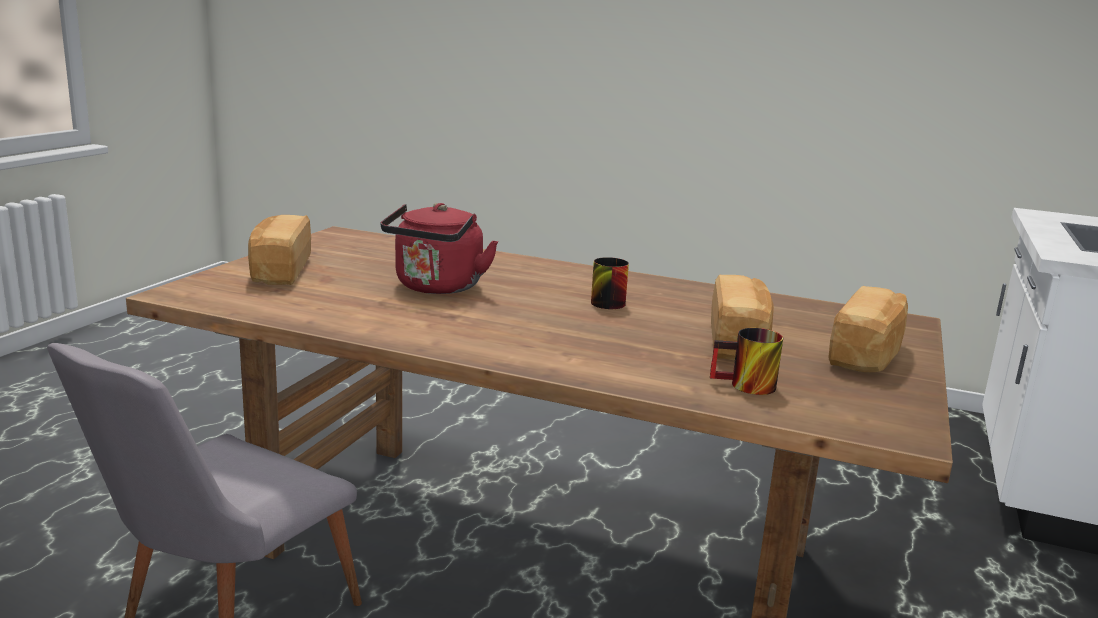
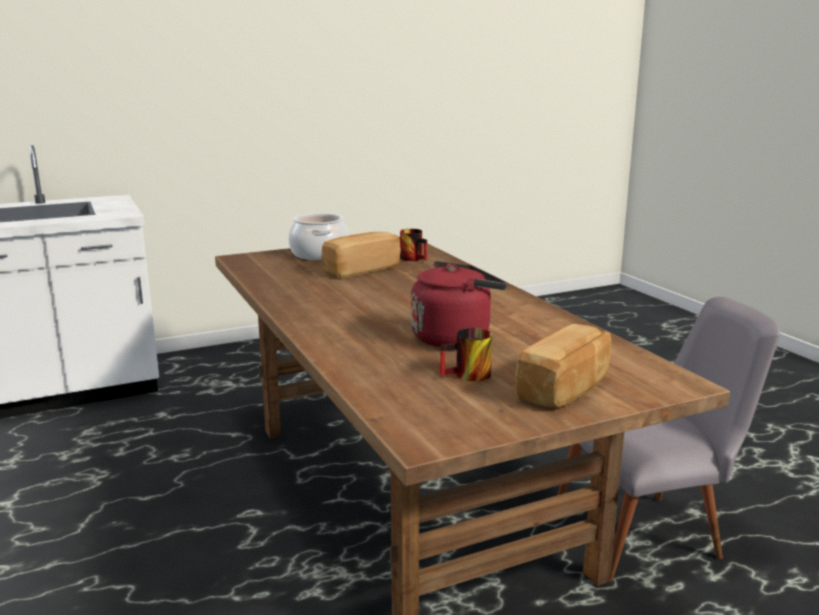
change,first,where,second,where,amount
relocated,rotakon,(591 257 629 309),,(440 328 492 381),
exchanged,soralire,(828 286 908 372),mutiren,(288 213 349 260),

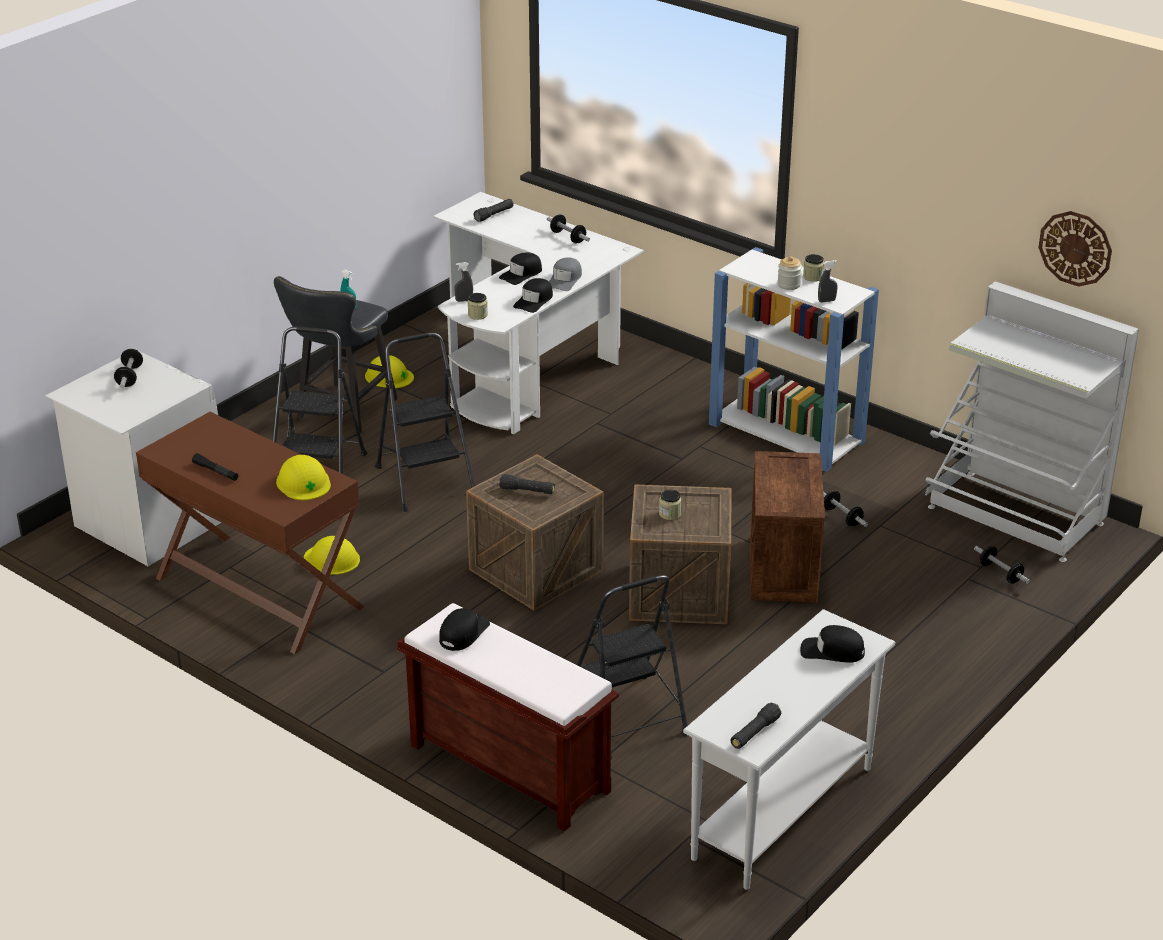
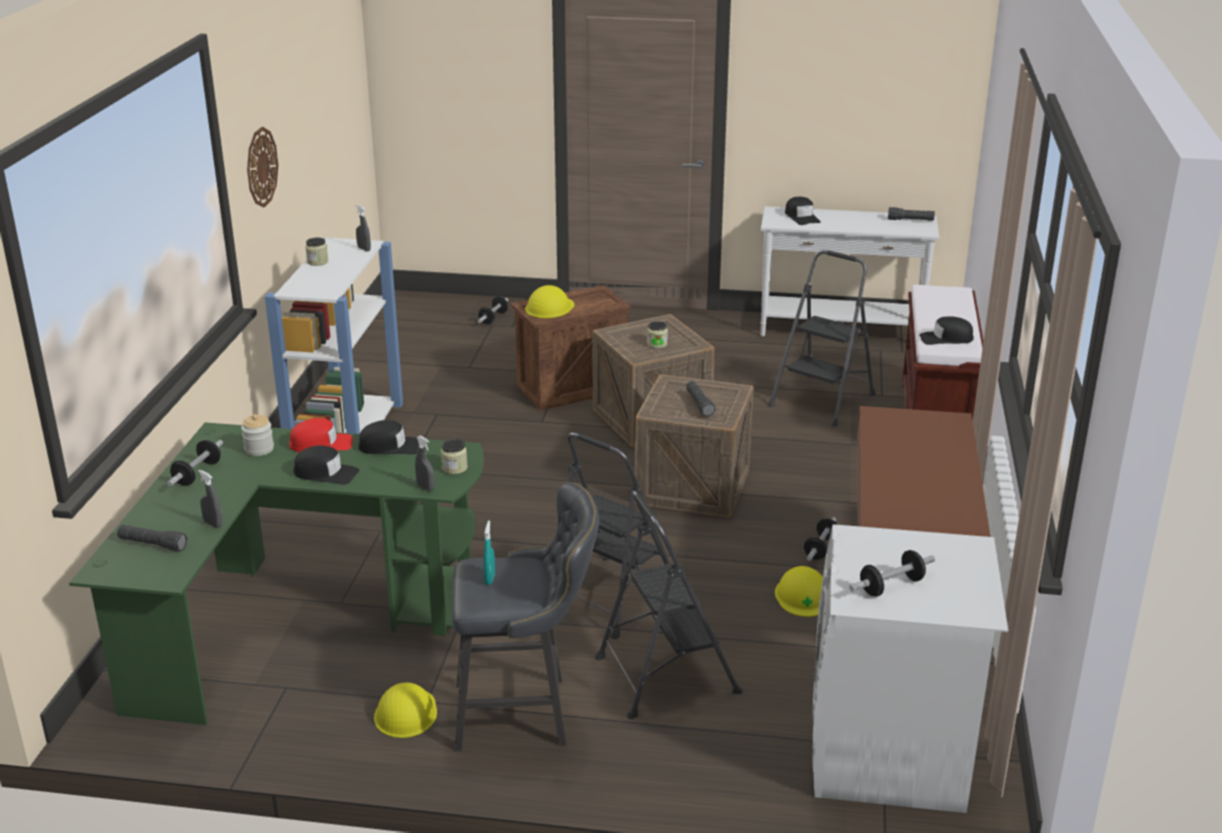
change,first,where,second,where,amount
colour,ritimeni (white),(433 192 644 434),ritimeni (green),(69 422 484 725),
relocated,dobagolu,(1038 211 1112 287),,(247 127 278 207),
relocated,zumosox,(777 256 802 290),,(241 414 274 456),
colour,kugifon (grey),(549 257 582 291),kugifon (red),(289 418 353 452),
missing,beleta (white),(925 282 1139 562),,,
missing,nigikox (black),(192 453 238 481),,,
relocated,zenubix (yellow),(276 455 331 500),,(525 285 574 318),
relocated,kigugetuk,(823 491 868 527),,(804 518 838 561),
appeared,,,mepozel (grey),(198 470 223 528),

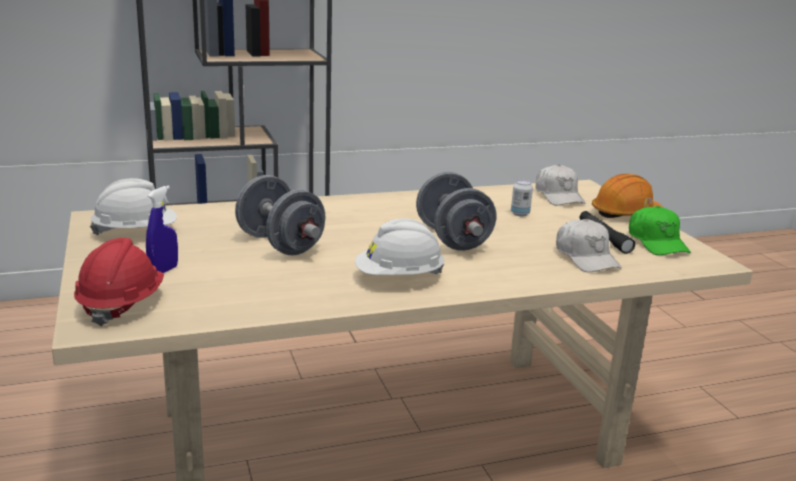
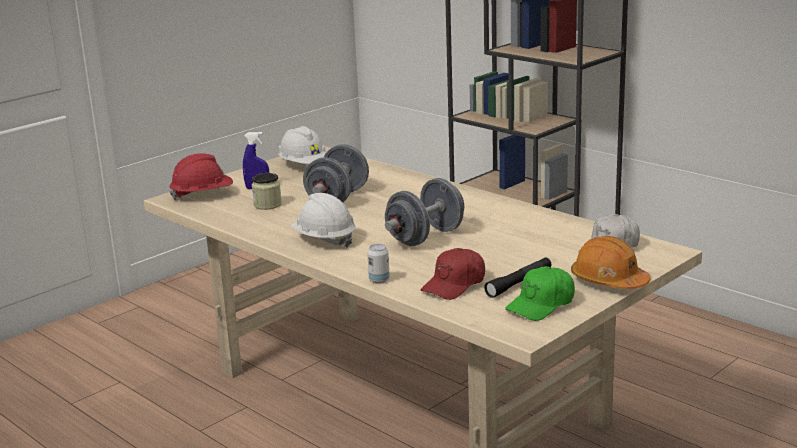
change,first,where,second,where,amount
relocated,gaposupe,(511 180 533 216),,(367 244 390 283),
colour,kugifon (white),(556 219 622 272),kugifon (red),(421 248 485 300),
appeared,,,zumosox,(252 173 282 210),

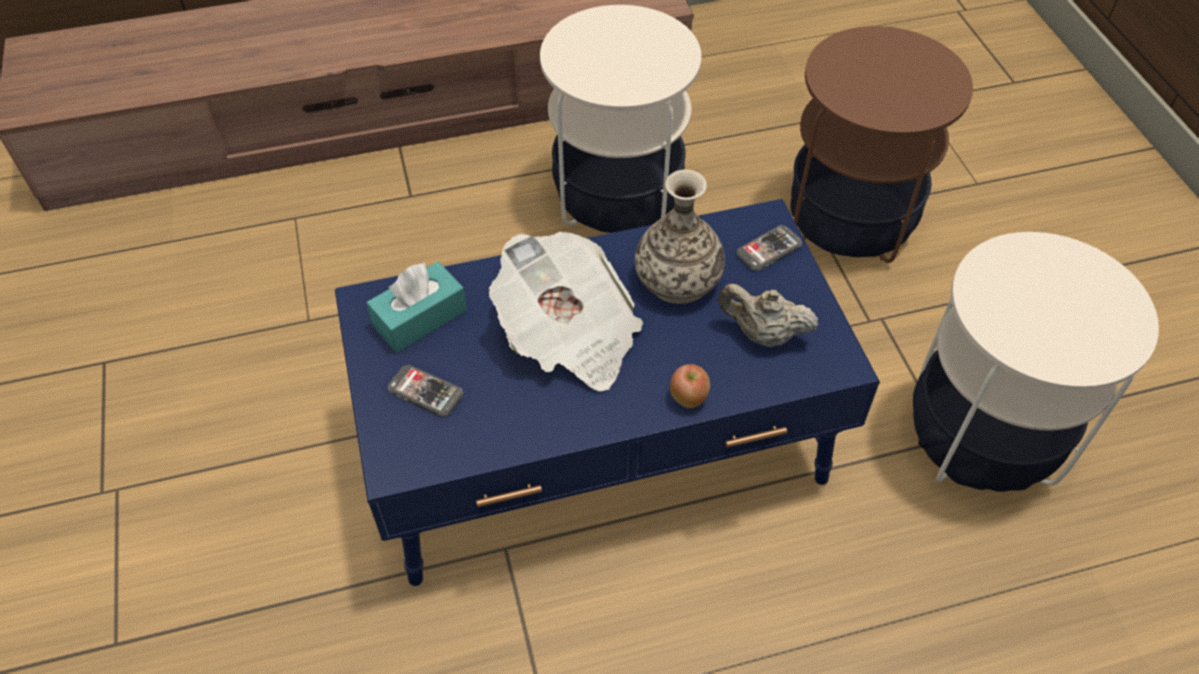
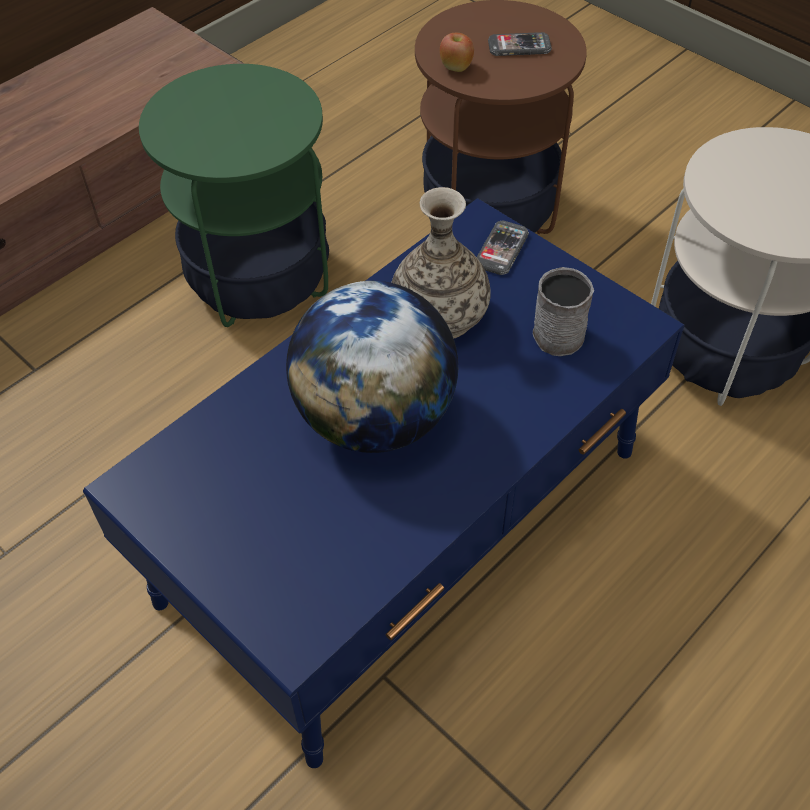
change,first,where,second,where,amount
colour,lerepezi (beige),(540 5 702 233),lerepezi (green),(139 64 329 327),
exchanged,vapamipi,(489 232 643 391),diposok,(286 281 458 453),
missing,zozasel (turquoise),(366 262 467 352),,,
exchanged,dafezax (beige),(718 284 818 347),rotakon (grey),(533 267 594 356),
relocated,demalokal,(670 364 710 408),,(440 33 474 72),
relocated,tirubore,(388 365 463 417),,(488 32 552 56),

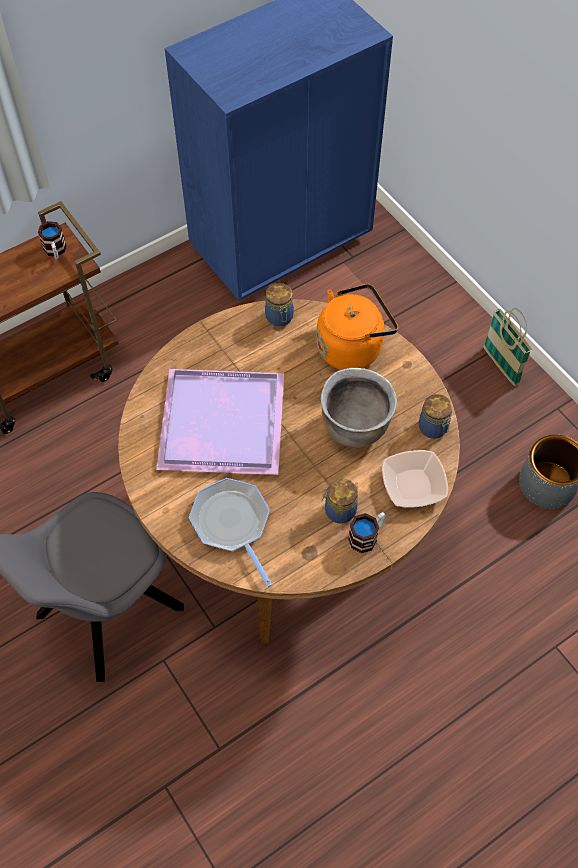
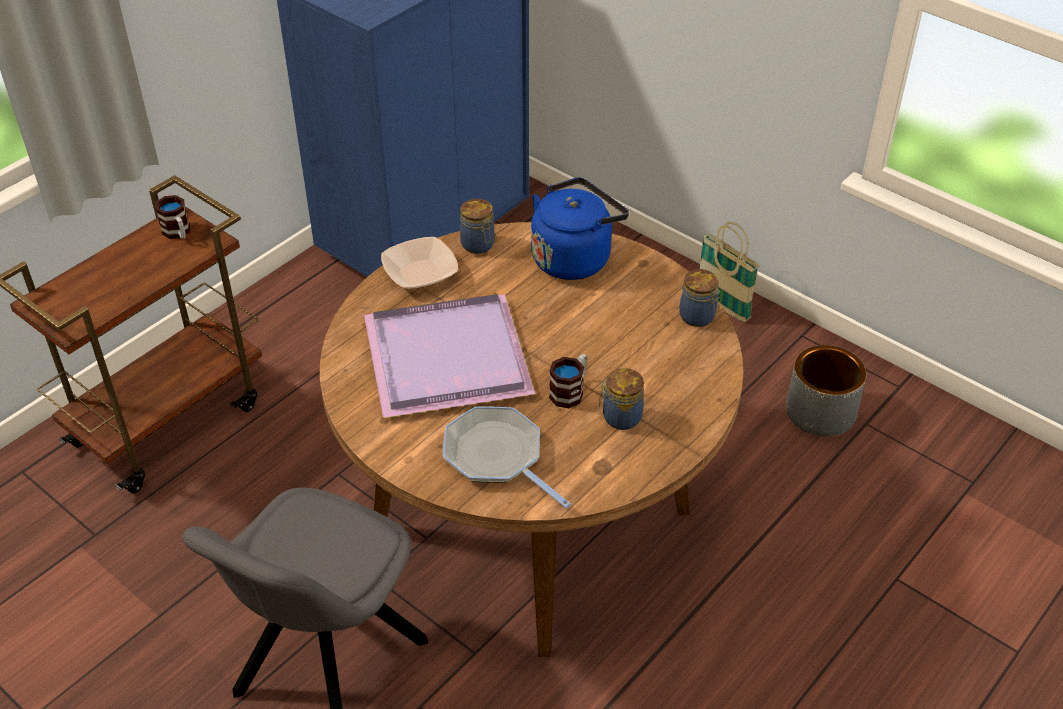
change,first,where,second,where,amount
colour,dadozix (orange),(316 284 398 370),dadozix (blue),(531 177 629 280),
missing,mutiren (brown),(320 368 397 448),,,
relocated,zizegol,(382 450 448 508),,(381 237 458 289),
relocated,rotakon,(348 512 386 553),,(549 354 587 408),

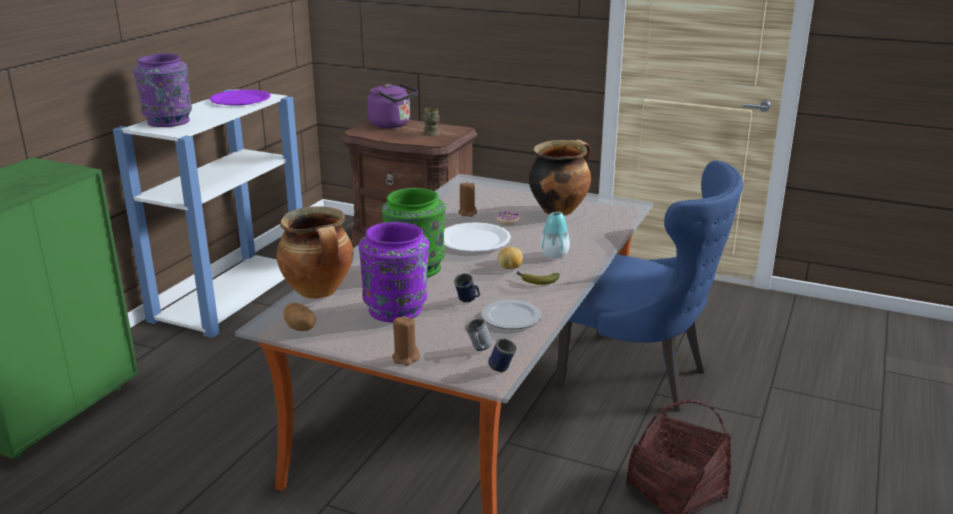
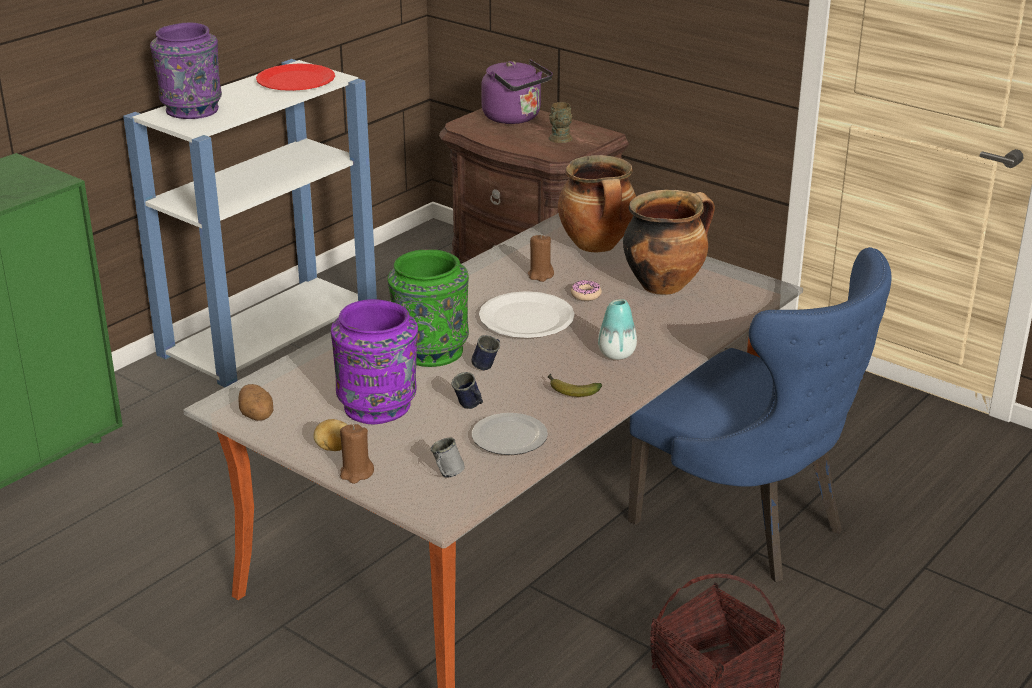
change,first,where,second,where,amount
colour,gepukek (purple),(209 90 270 106),gepukek (red),(256 63 335 91),
relocated,mutiren,(276 206 353 299),,(558 155 636 252),
relocated,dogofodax,(498 247 523 269),,(314 419 347 451),
relocated,rotakon (blue),(488 338 517 372),,(471 335 500 370),

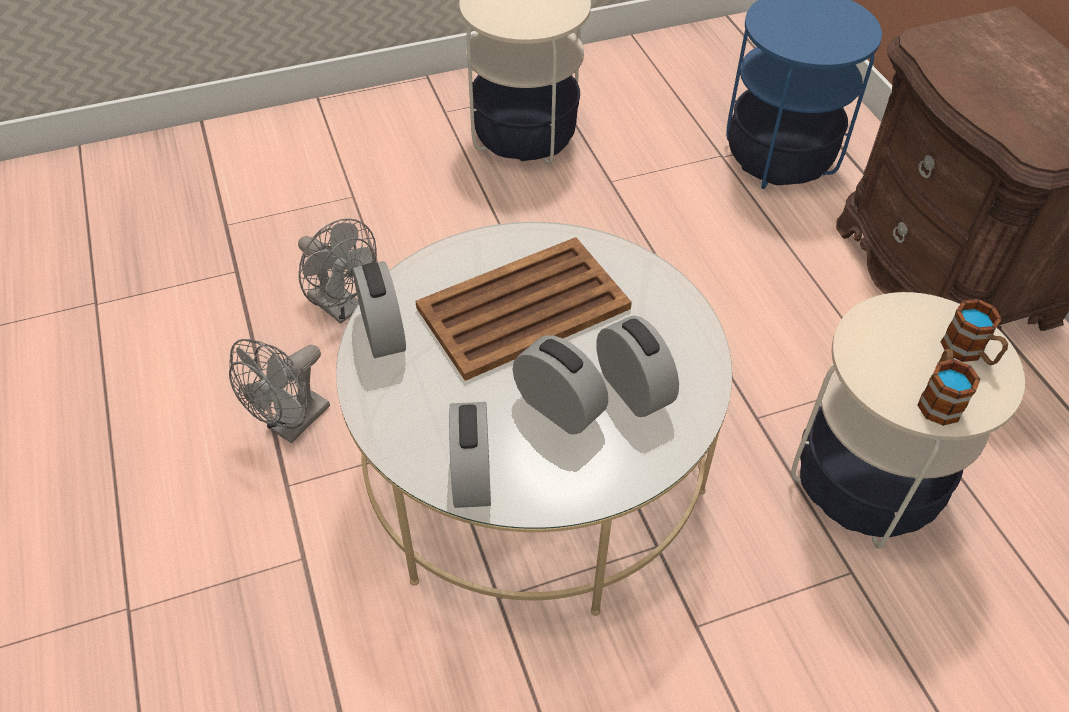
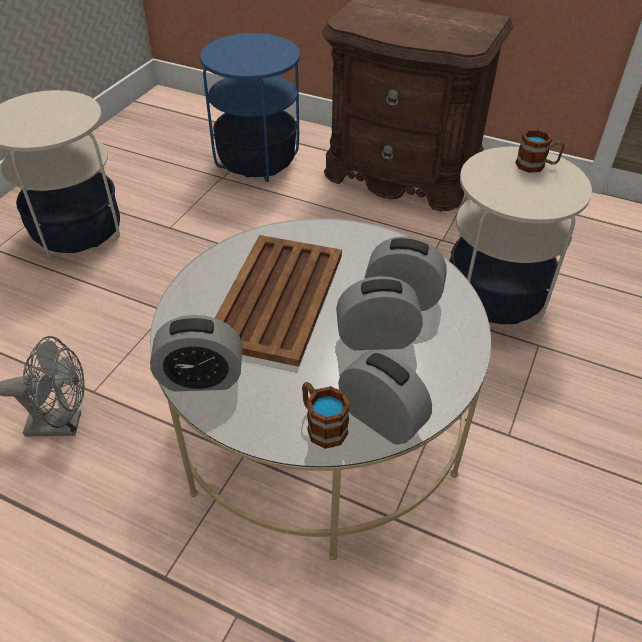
change,first,where,second,where,amount
spun,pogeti,(353 261 406 358),,(150 315 242 392),150 degrees clockwise
missing,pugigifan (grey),(229 339 330 443),,,
relocated,rotakon,(917 349 980 426),,(302 382 350 449),

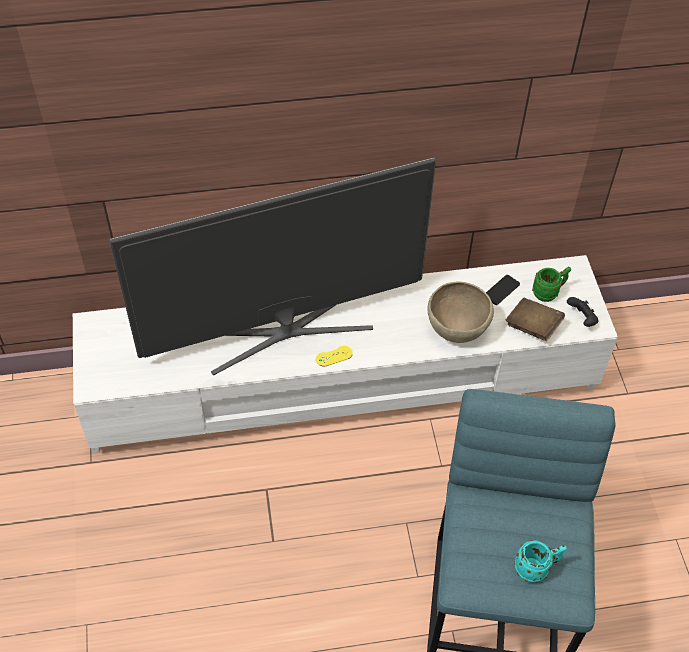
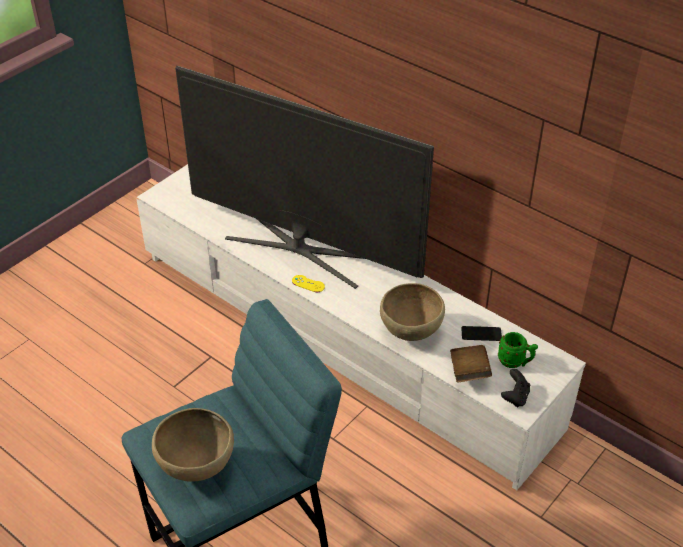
change,first,where,second,where,amount
exchanged,rotakon (turquoise),(514 540 567 583),zizegol (brown),(152 408 234 482),

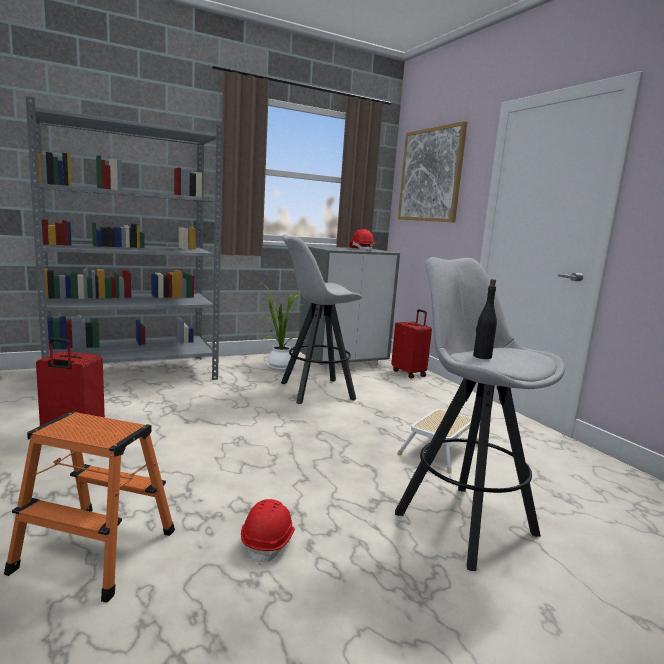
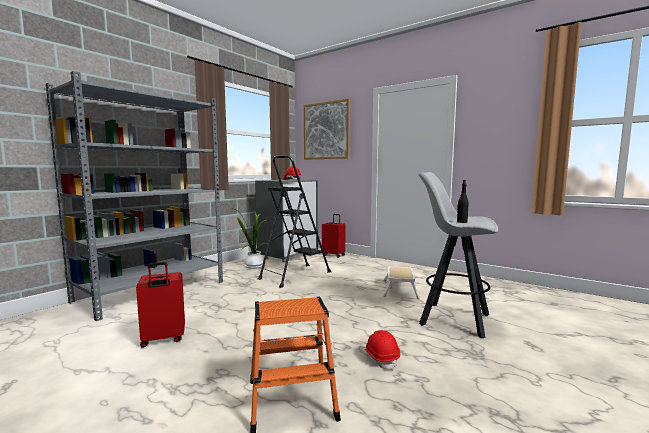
change,first,where,second,where,amount
exchanged,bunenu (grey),(281 234 362 404),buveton,(258 155 331 288),

